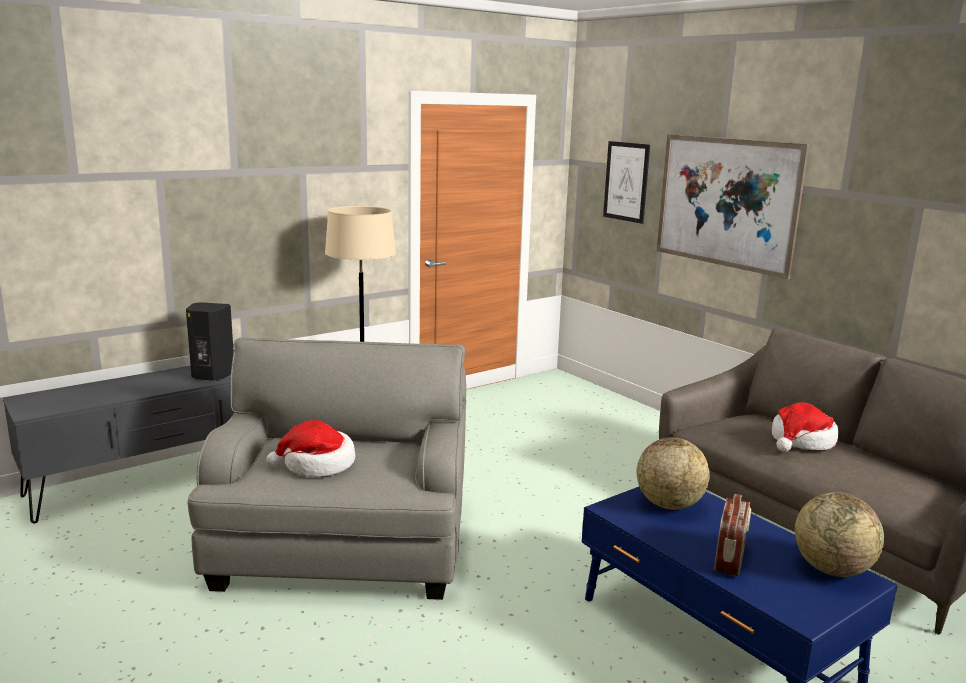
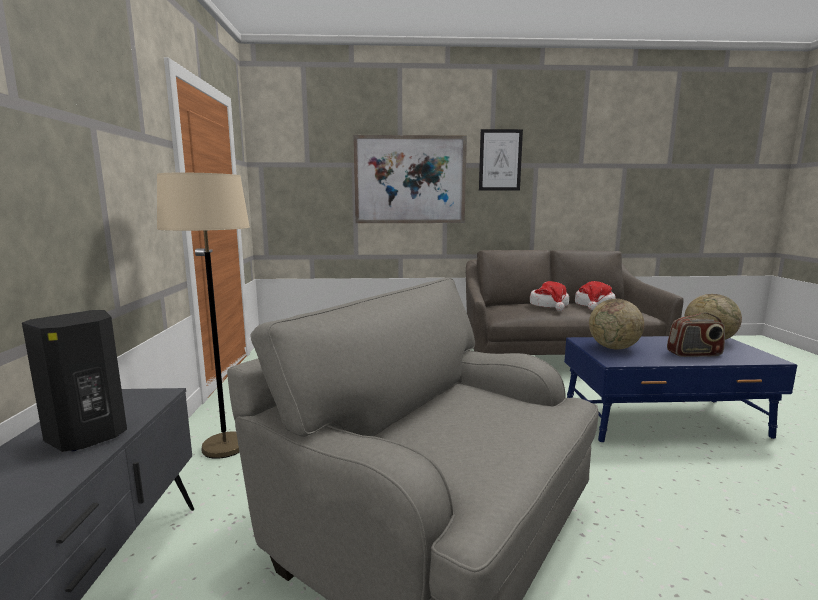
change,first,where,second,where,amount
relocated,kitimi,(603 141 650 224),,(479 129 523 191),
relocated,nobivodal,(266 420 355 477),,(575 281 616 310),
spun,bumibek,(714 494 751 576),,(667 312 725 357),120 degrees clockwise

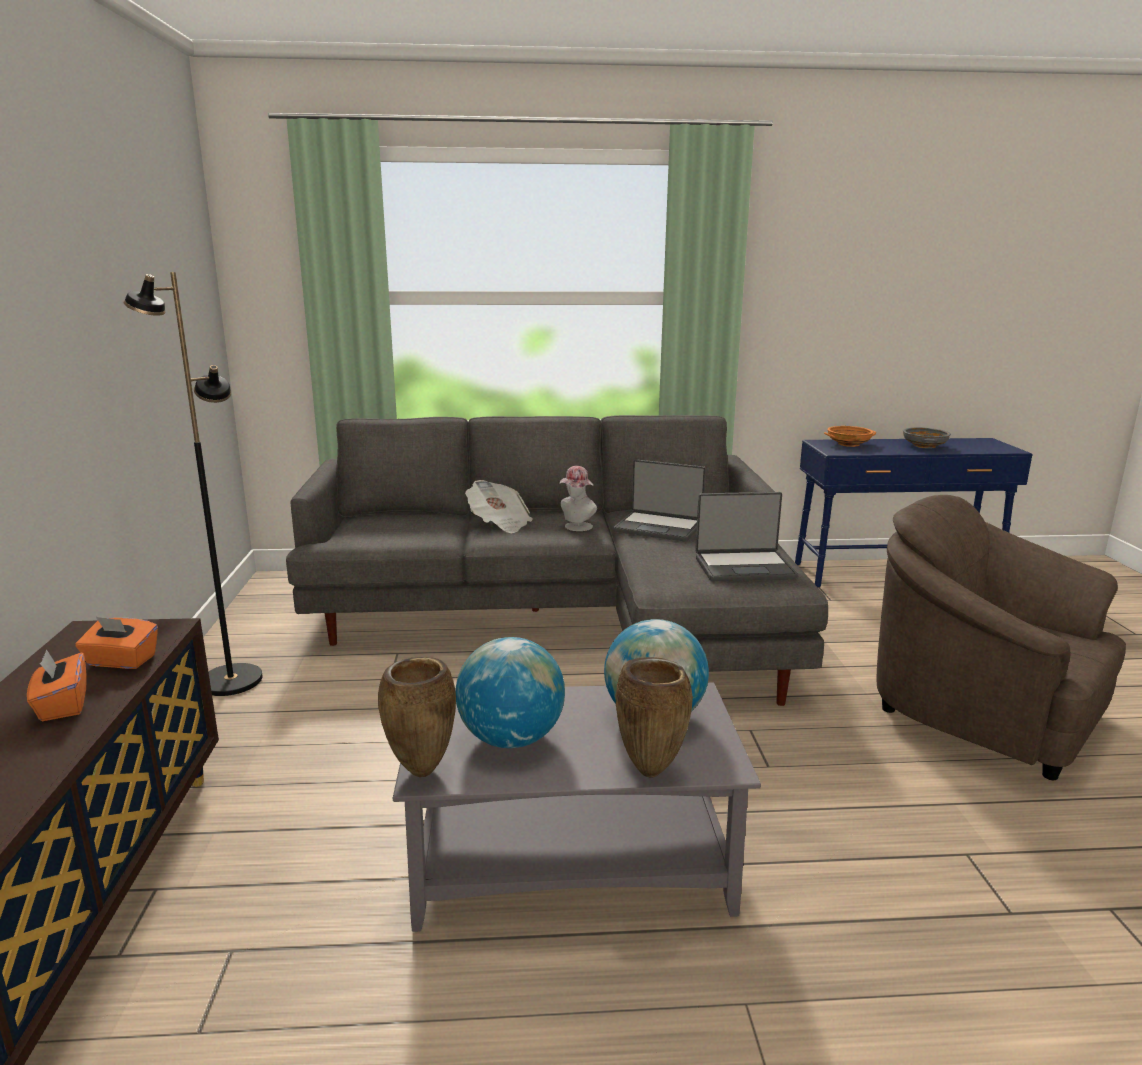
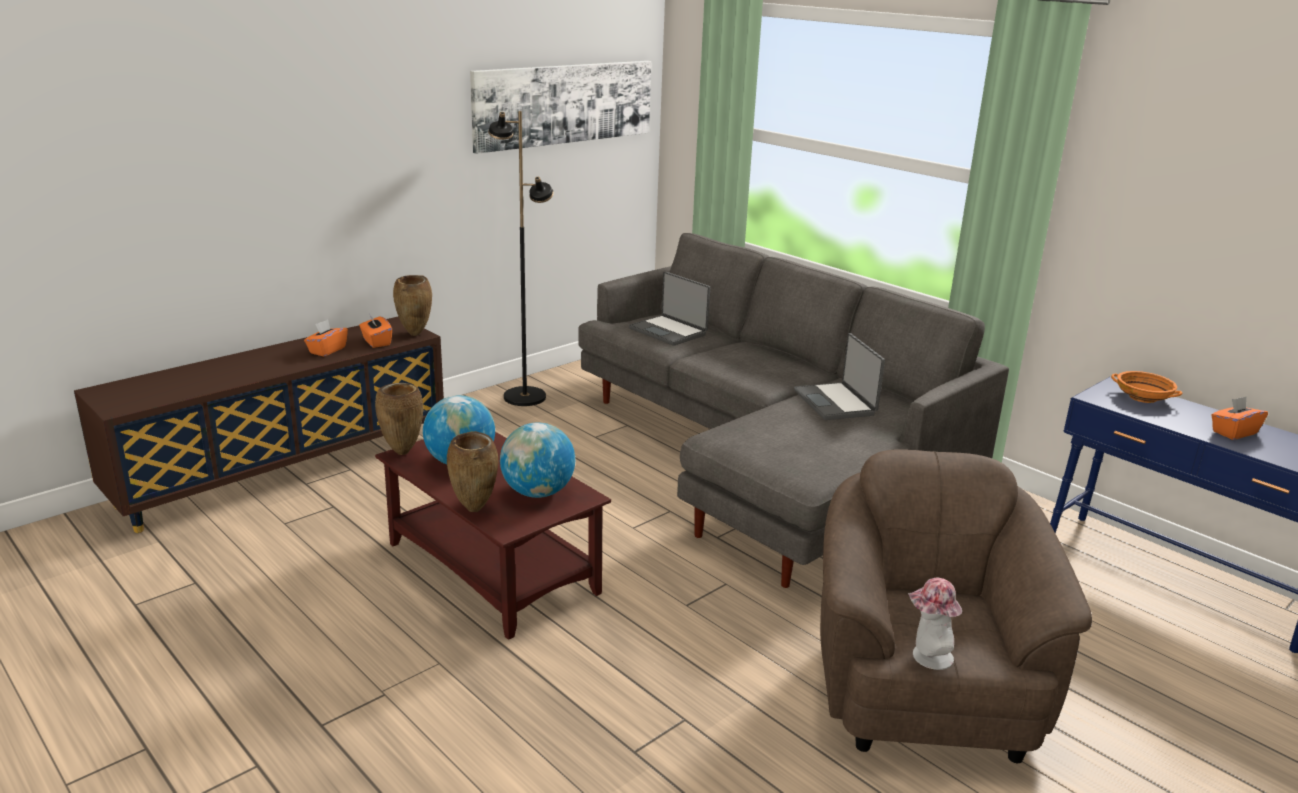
change,first,where,second,where,amount
exchanged,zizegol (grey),(903 428 951 449),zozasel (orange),(1211 396 1268 440),
relocated,nobivodal,(559 466 597 531),,(908 578 962 670),
missing,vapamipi,(465 480 533 533),,,
relocated,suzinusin,(695 492 797 581),,(629 272 710 346),
colour,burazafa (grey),(393 682 761 932),burazafa (brown),(375 432 611 640),
appeared,,,kitimi,(470 61 651 154),
appeared,,,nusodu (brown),(393 275 432 336),

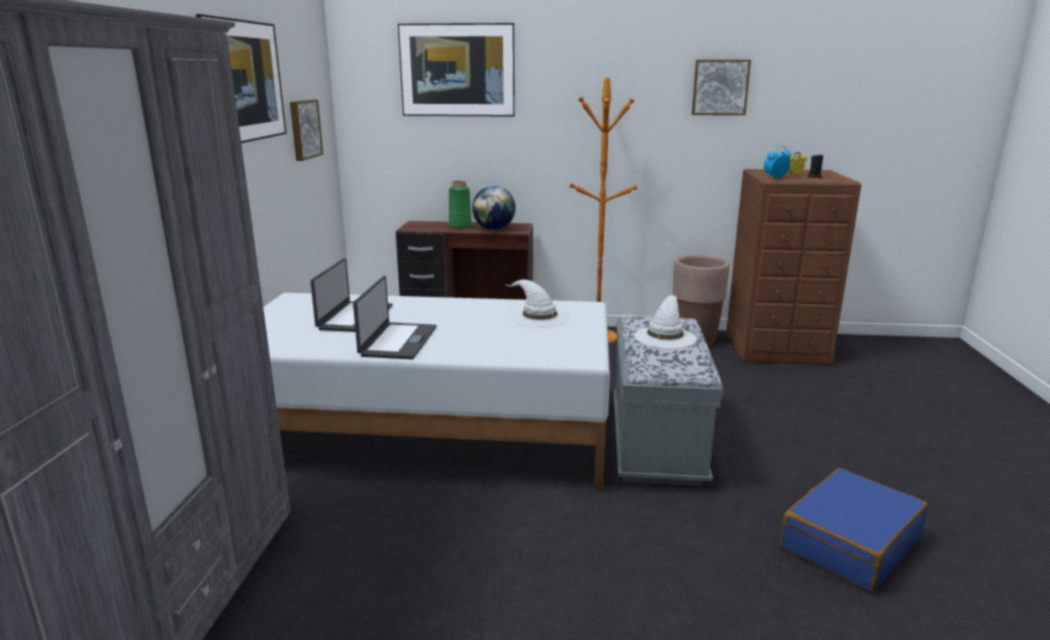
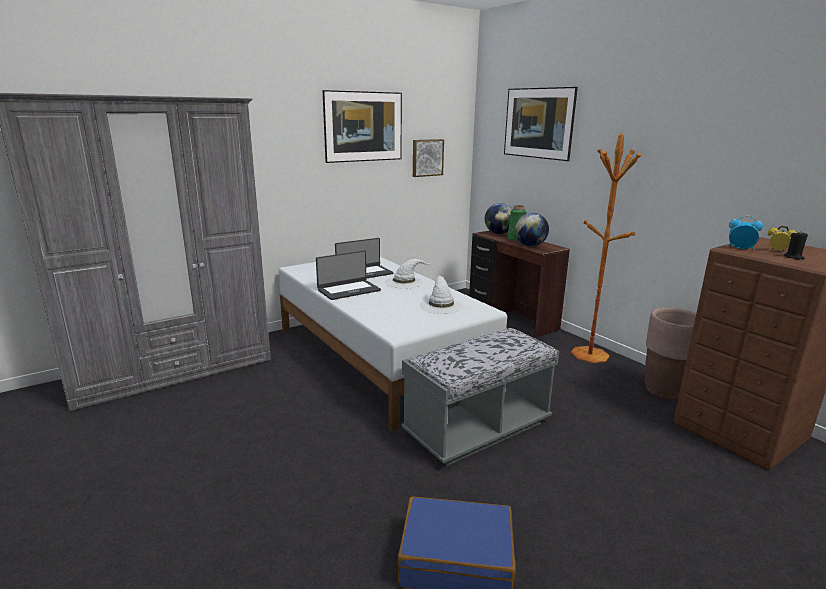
change,first,where,second,where,amount
missing,kitimi,(692 60 751 115),,,
relocated,nobivodal (white),(634 295 696 349),,(385 259 431 289),
appeared,,,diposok,(485 203 512 234),

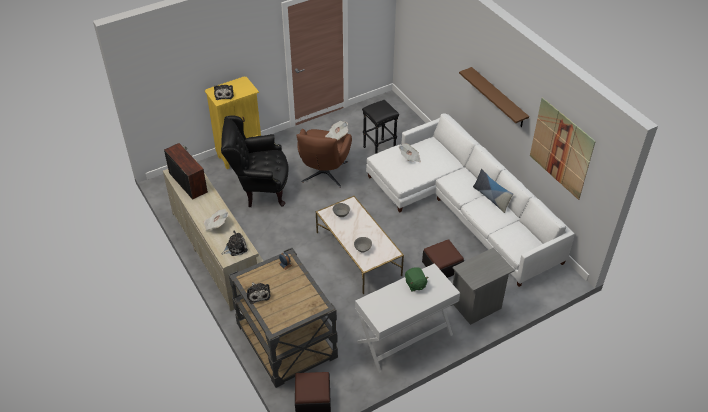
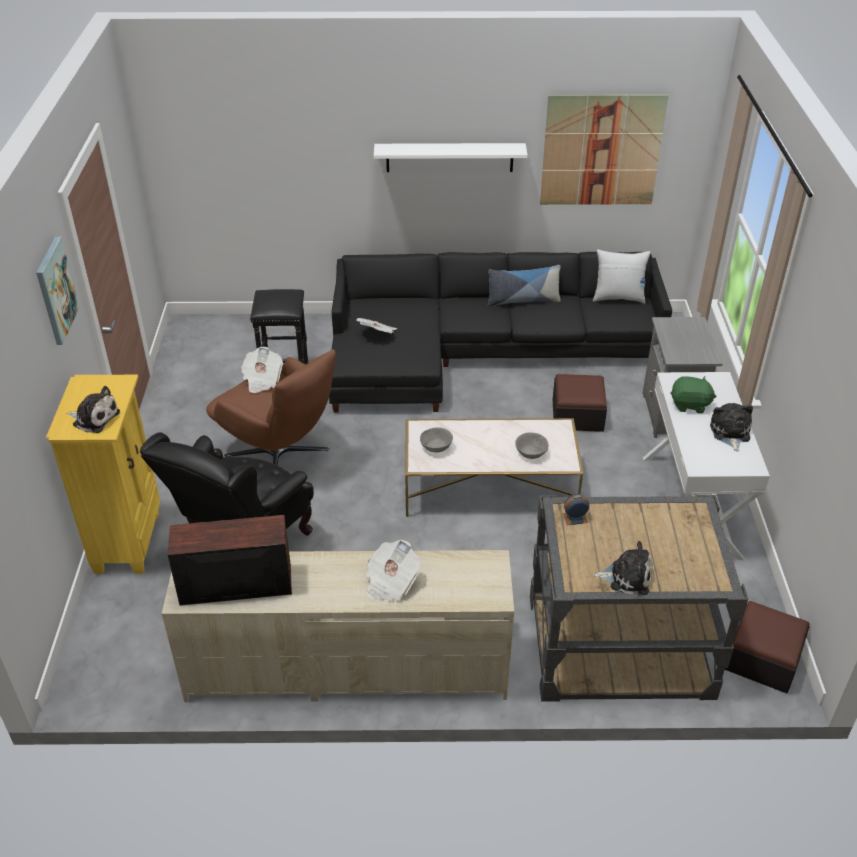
change,first,where,second,where,amount
colour,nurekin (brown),(459 67 529 127),nurekin (white),(374 143 528 172),
colour,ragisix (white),(366 114 575 287),ragisix (black),(329 252 672 413),
relocated,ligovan,(221 231 248 256),,(710 403 753 452),
appeared,,,kitimi,(36 237 79 345),
appeared,,,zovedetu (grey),(593 250 651 304),

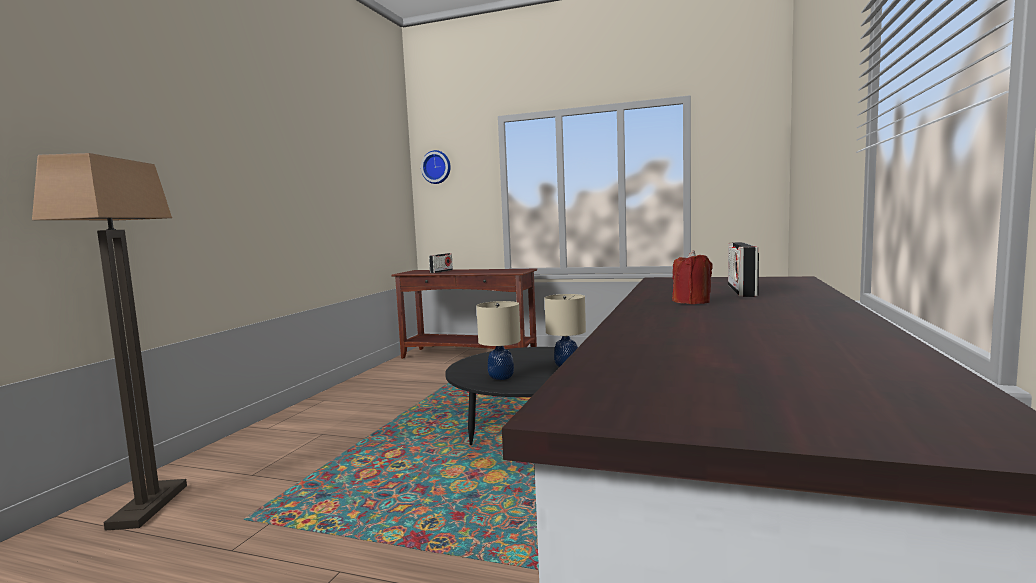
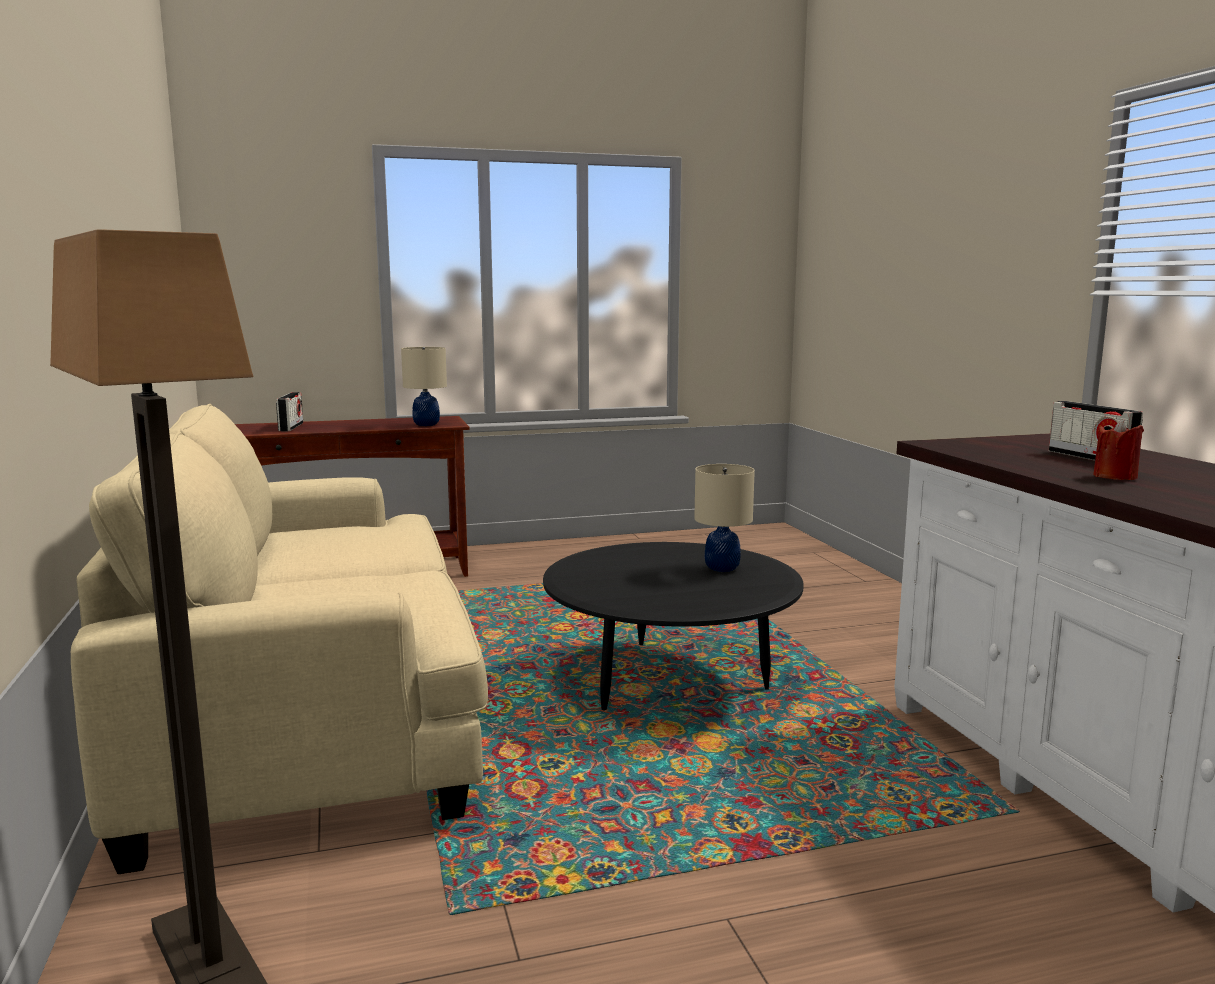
change,first,where,second,where,amount
missing,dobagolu,(421 150 451 184),,,
relocated,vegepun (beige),(476 301 521 380),,(401 347 447 426),
appeared,,,ragisix (beige),(71 404 488 874),

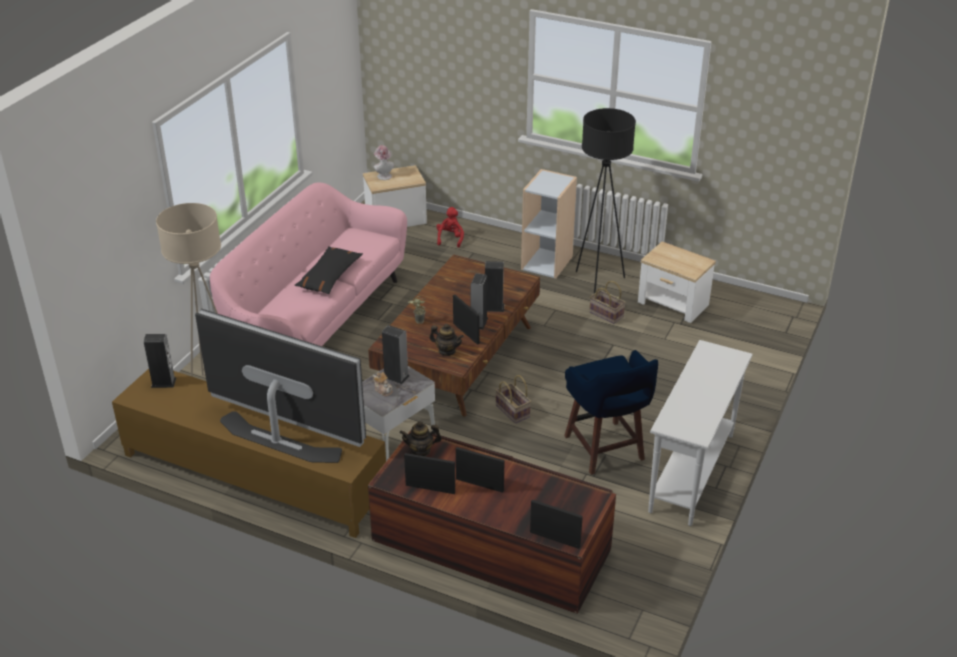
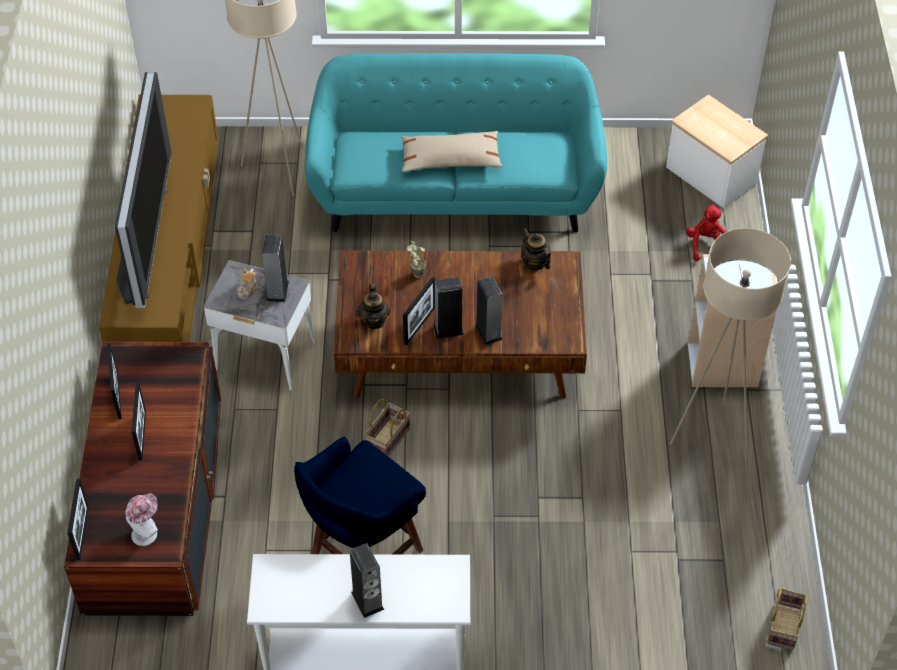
change,first,where,second,where,amount
colour,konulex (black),(576 108 636 294),konulex (beige),(670 228 791 463),
relocated,nobivodal,(374 145 394 180),,(125 493 158 546),
colour,ragisix (pink),(210 183 407 346),ragisix (turquoise),(305 53 607 233),
spun,ligovan (red),(436 207 464 248),,(686 204 726 261),75 degrees counterclockwise
missing,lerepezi,(638 242 716 323),,,
colour,zovedetu (black),(294 246 363 294),zovedetu (beige),(401 131 503 172),
relocated,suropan,(589 281 626 324),,(767 588 808 650),
relocated,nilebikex,(144 334 176 388),,(350 543 384 618),
relocated,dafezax,(400 421 442 456),,(521 228 551 271),

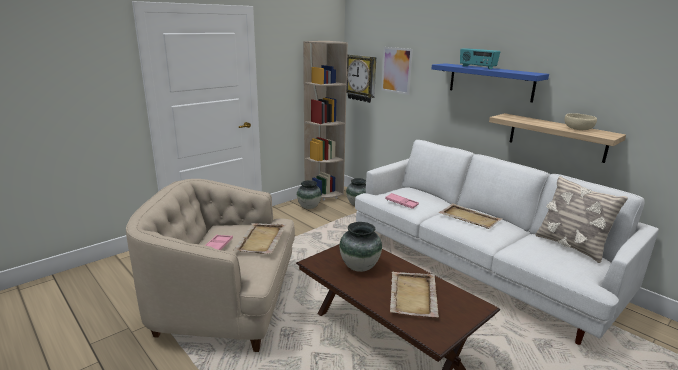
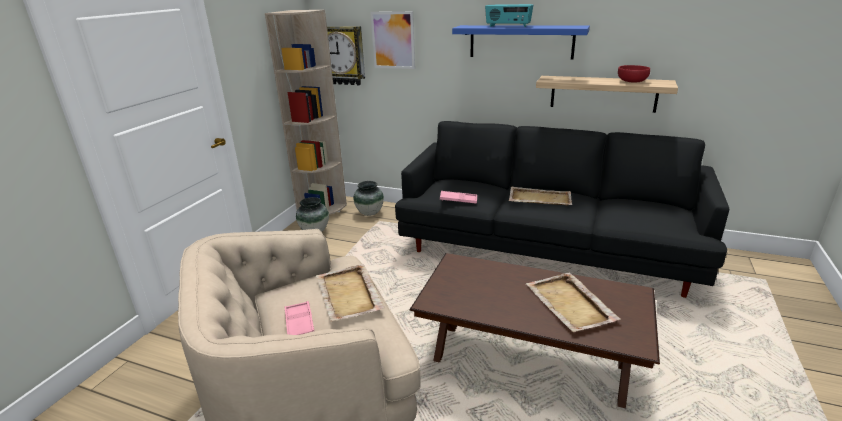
change,first,where,second,where,amount
colour,zizegol (beige),(565 113 597 130),zizegol (red),(618 65 650 83),
colour,ragisix (white),(355 140 659 345),ragisix (black),(395 121 729 298),
missing,zovedetu (beige),(535 176 628 263),,,
missing,nusodu,(339 222 382 272),,,

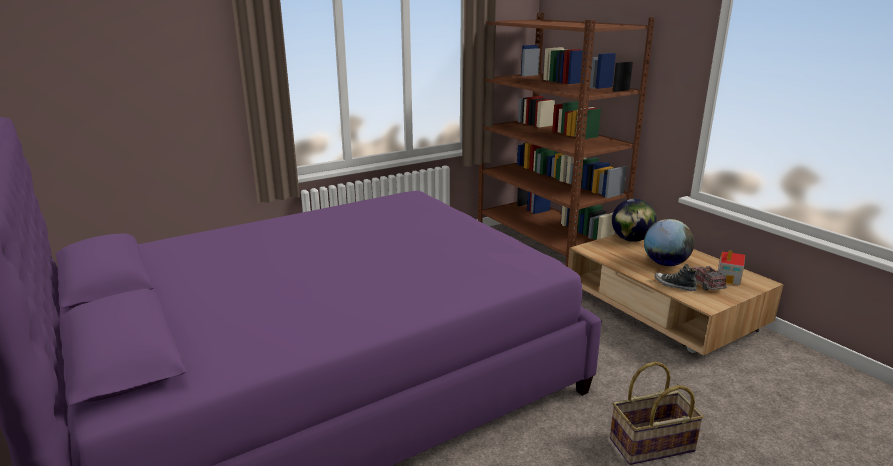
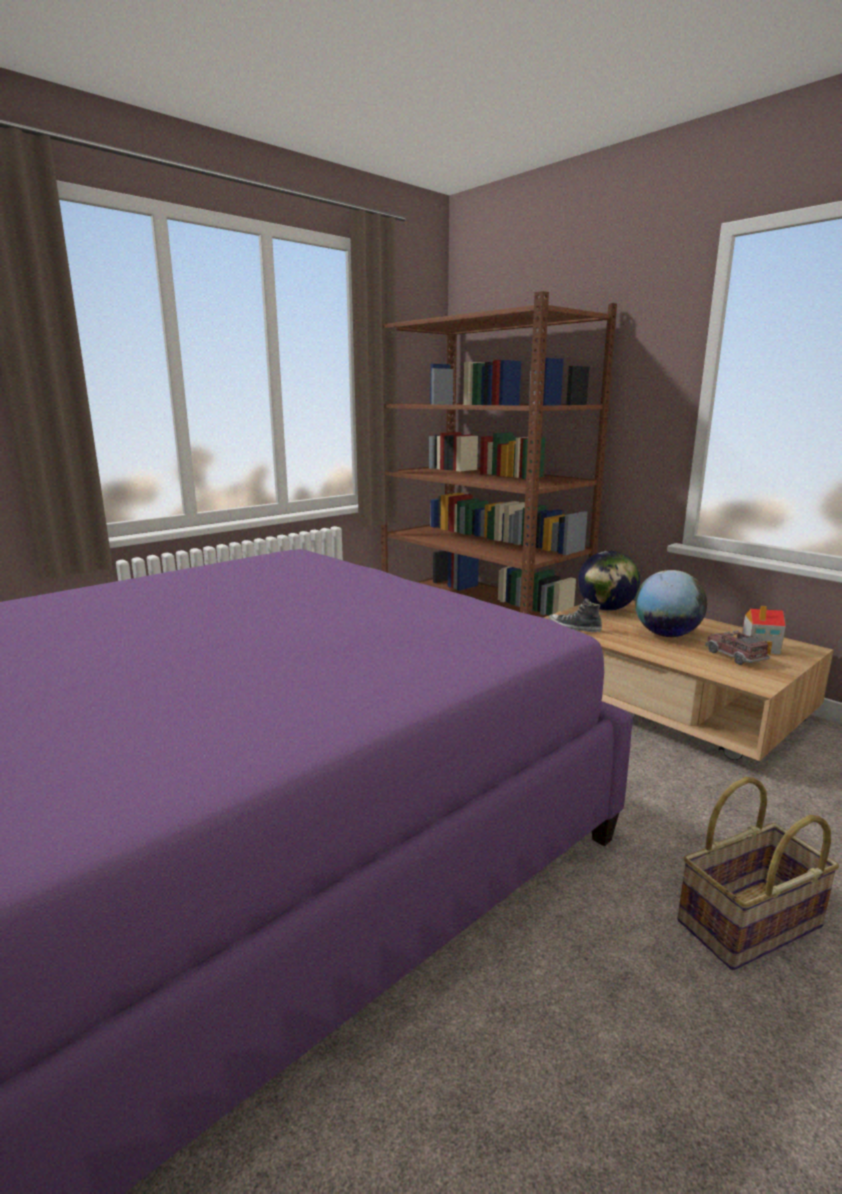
change,first,where,second,where,amount
relocated,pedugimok,(654 264 697 291),,(549 598 602 632),

